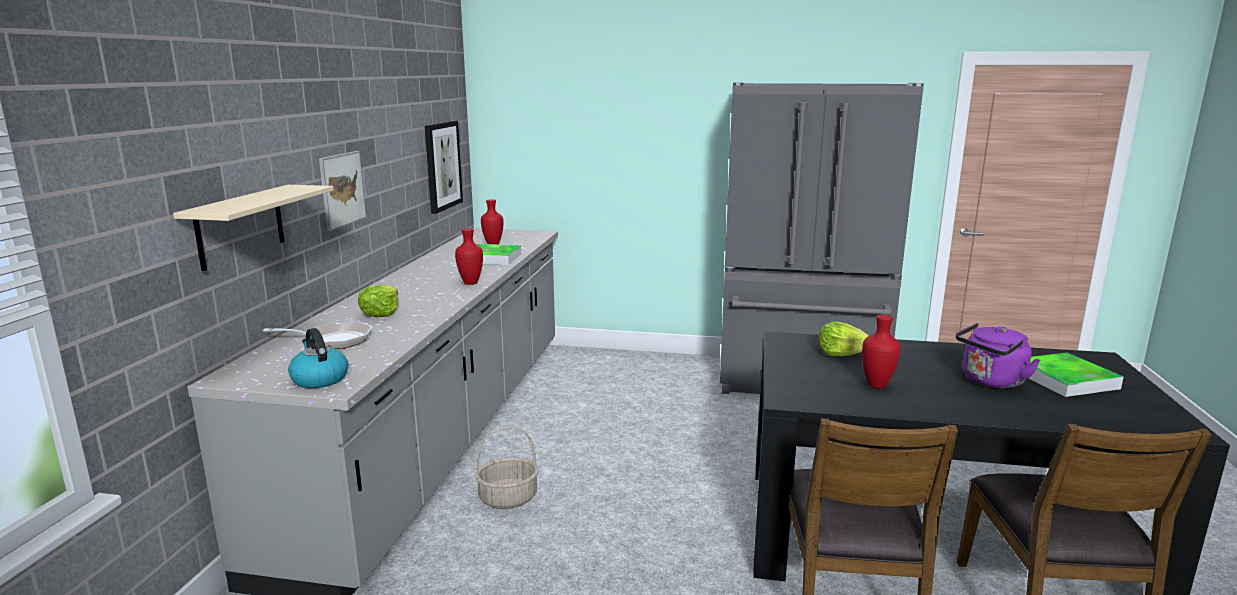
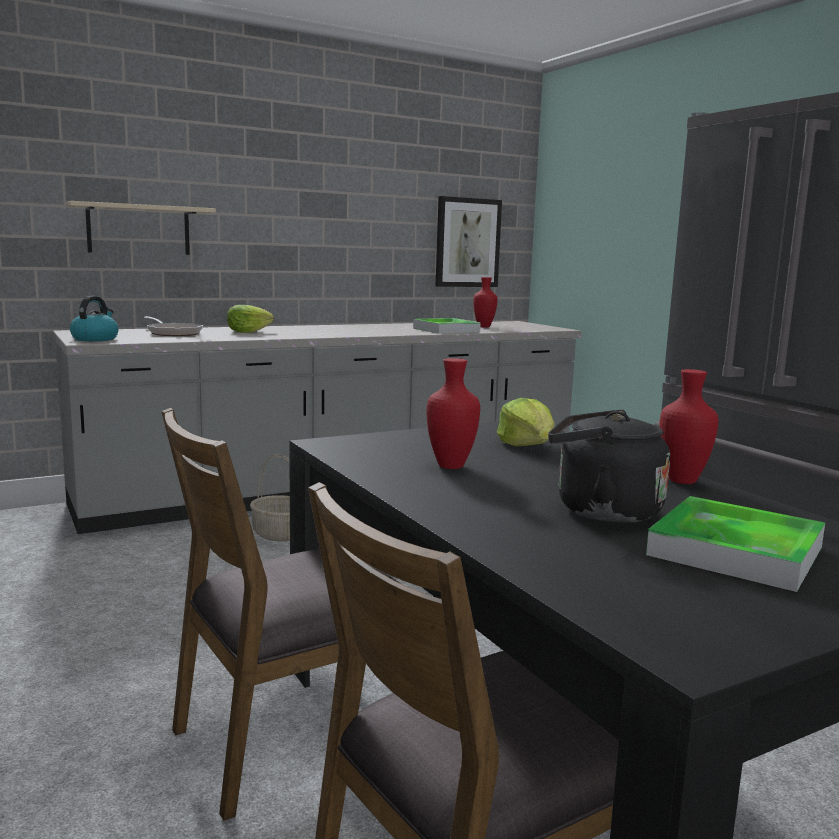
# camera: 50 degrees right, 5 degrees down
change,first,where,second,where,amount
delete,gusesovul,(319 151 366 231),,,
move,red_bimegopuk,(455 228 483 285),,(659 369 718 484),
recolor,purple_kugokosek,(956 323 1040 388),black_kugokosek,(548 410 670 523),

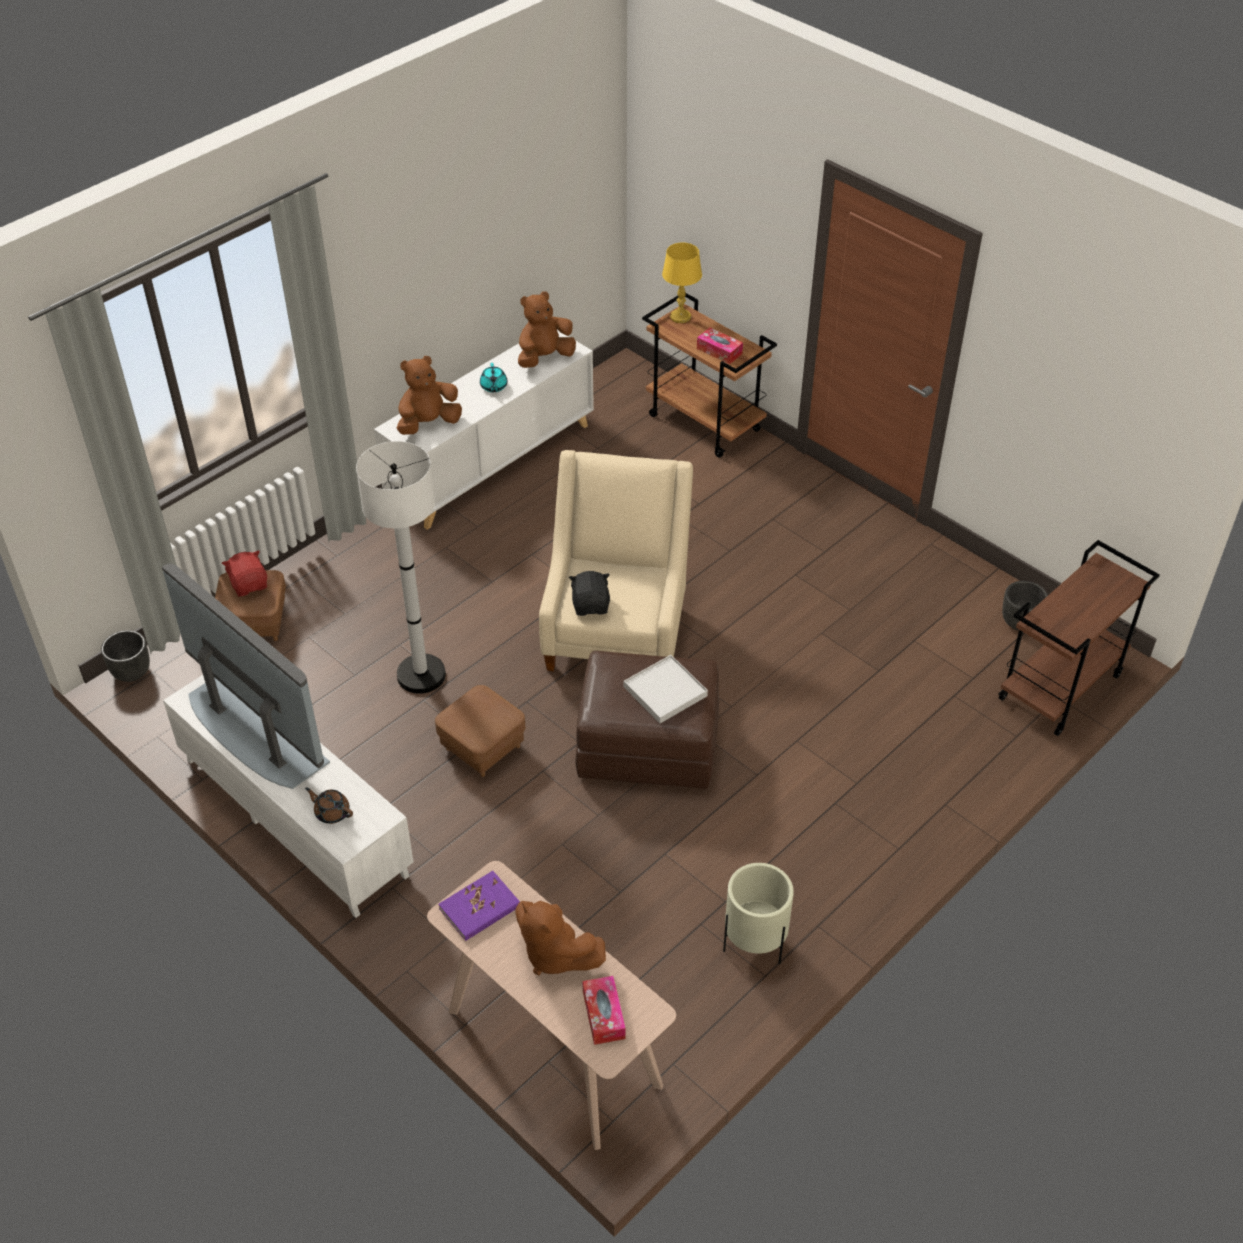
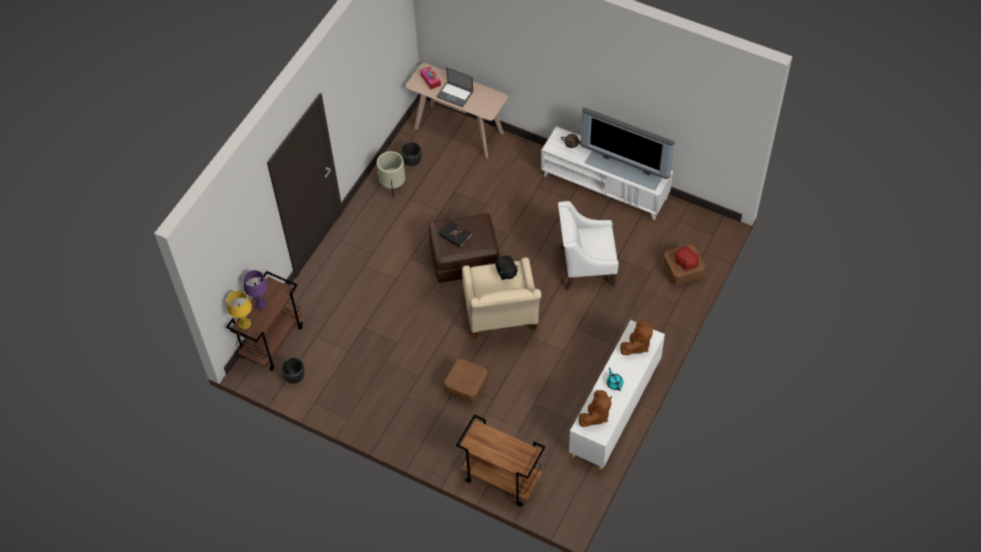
# camera: 165 degrees right, 10 degrees up
change,first,where,second,where,amount
move,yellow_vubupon,(662 243 702 323),,(227 291 252 330),
delete,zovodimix,(697 328 743 364),,,
replace,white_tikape,(356 441 446 694),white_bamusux,(558 201 619 290),
move,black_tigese,(101 630 150 682),,(401 142 421 166),
replace,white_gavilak,(624 655 708 723),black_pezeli,(439 221 472 248),
move,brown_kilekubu,(435 685 525 777),,(444 359 488 404),
delete,purple_pezeli,(438 871 520 941),,,
replace,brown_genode,(515 901 606 975),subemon,(436 67 473 107),
insert,,,purple_vubupon,(244 270 268 309),

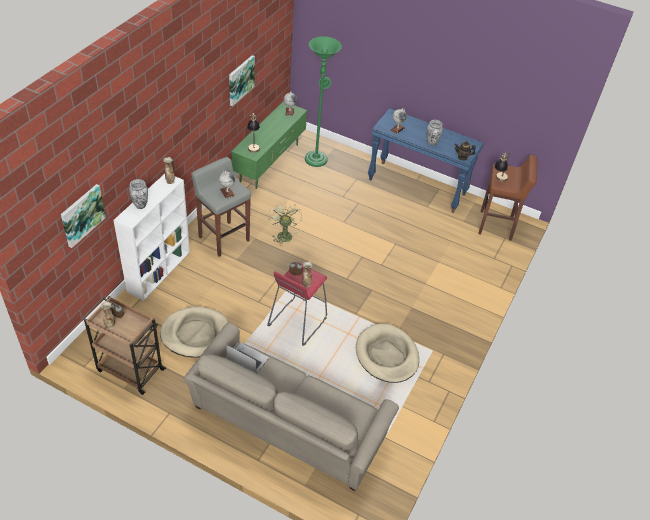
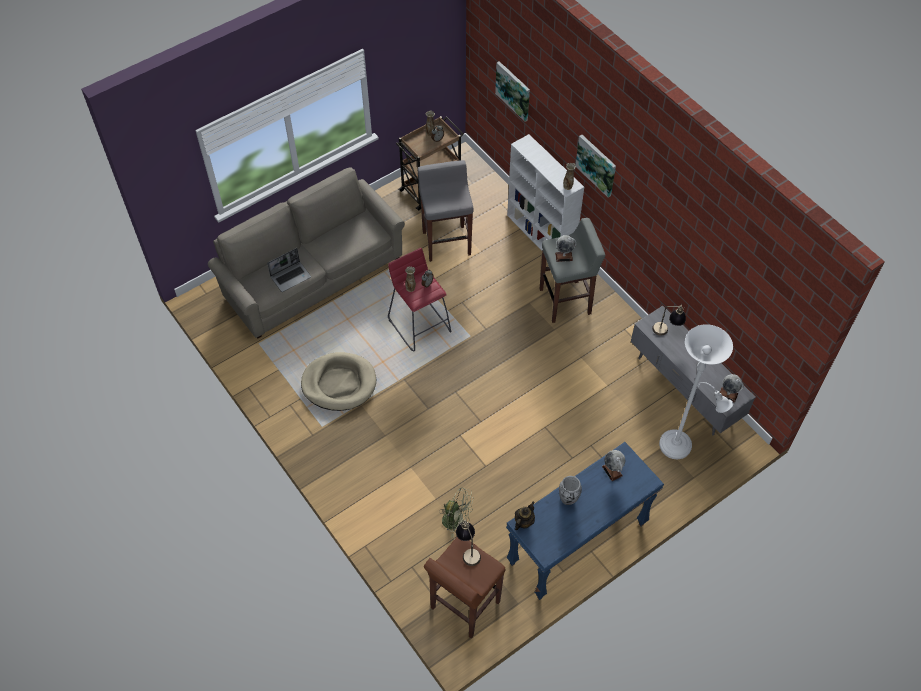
# camera: 120 degrees right, 10 degrees up
change,first,where,second,where,amount
recolor,green_tikape,(305 36 342 167),white_tikape,(659 324 733 459),
move,gusesovul,(229 55 255 106),,(576 135 616 198),
recolor,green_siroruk,(231 101 307 189),grey_siroruk,(631 306 756 435),
delete,bimegopuk,(129 179 148 209),,,
move,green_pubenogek,(269 202 302 245),,(439 488 474 538),
replace,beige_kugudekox,(160 306 229 358),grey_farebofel,(418 160 473 262),
move,subemon,(226 343 269 373),,(267 248 311 292),

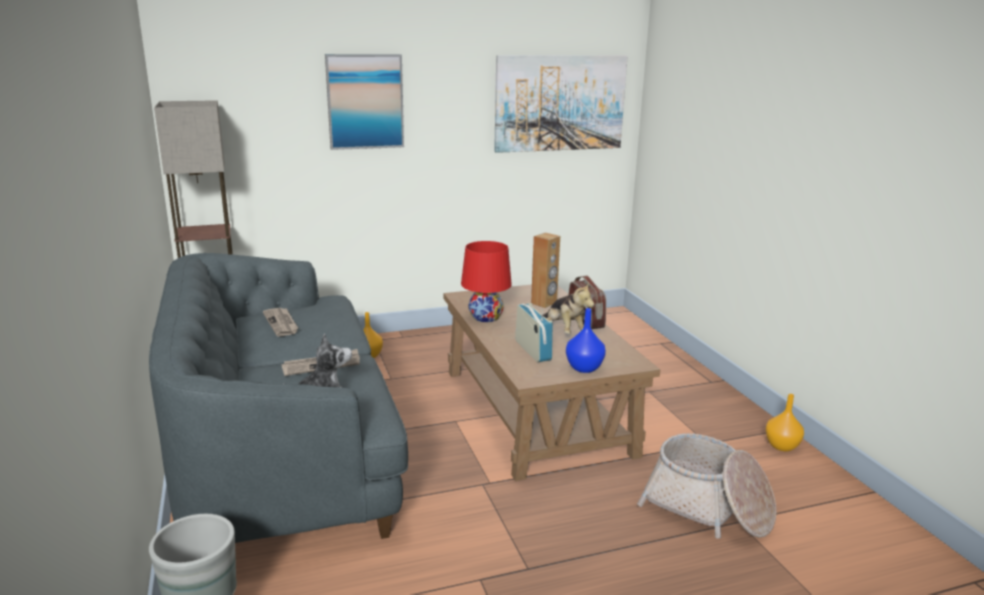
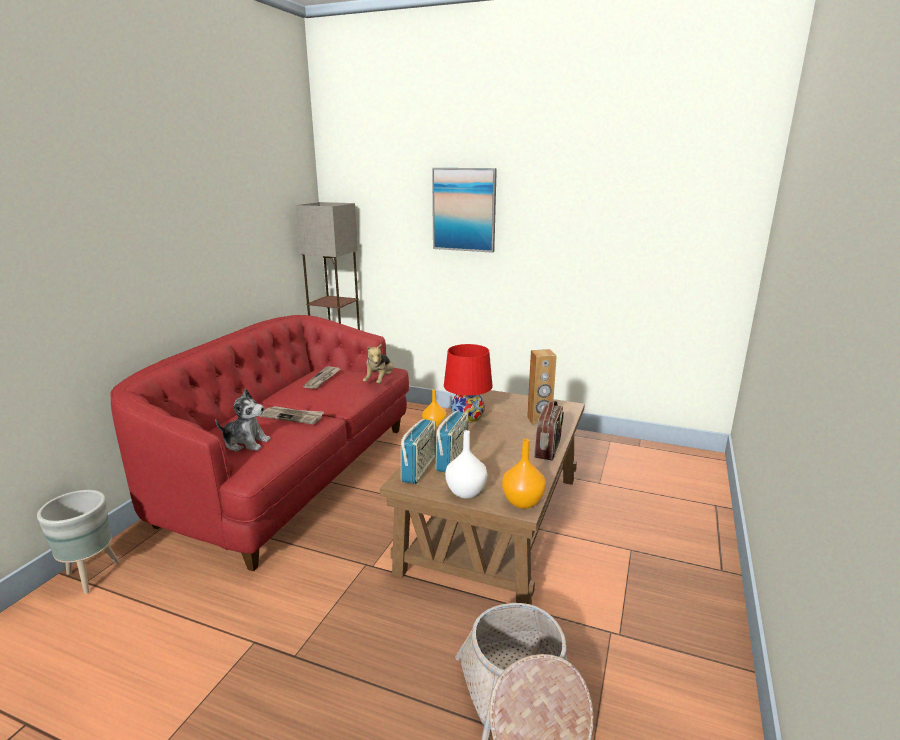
# camera: 40 degrees right, 0 degrees up
change,first,where,second,where,amount
delete,gusesovul,(494 55 628 153),,,
recolor,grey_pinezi,(149 253 408 543),red_pinezi,(111 315 409 572),
move,genode,(543 283 595 334),,(363 343 393 384),
recolor,blue_bimegopuk,(566 308 606 373),white_bimegopuk,(445 430 487 498),
move,orange_bimegopuk,(765 394 804 451),,(502 439 546 509),
insert,,,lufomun,(401 419 436 484),

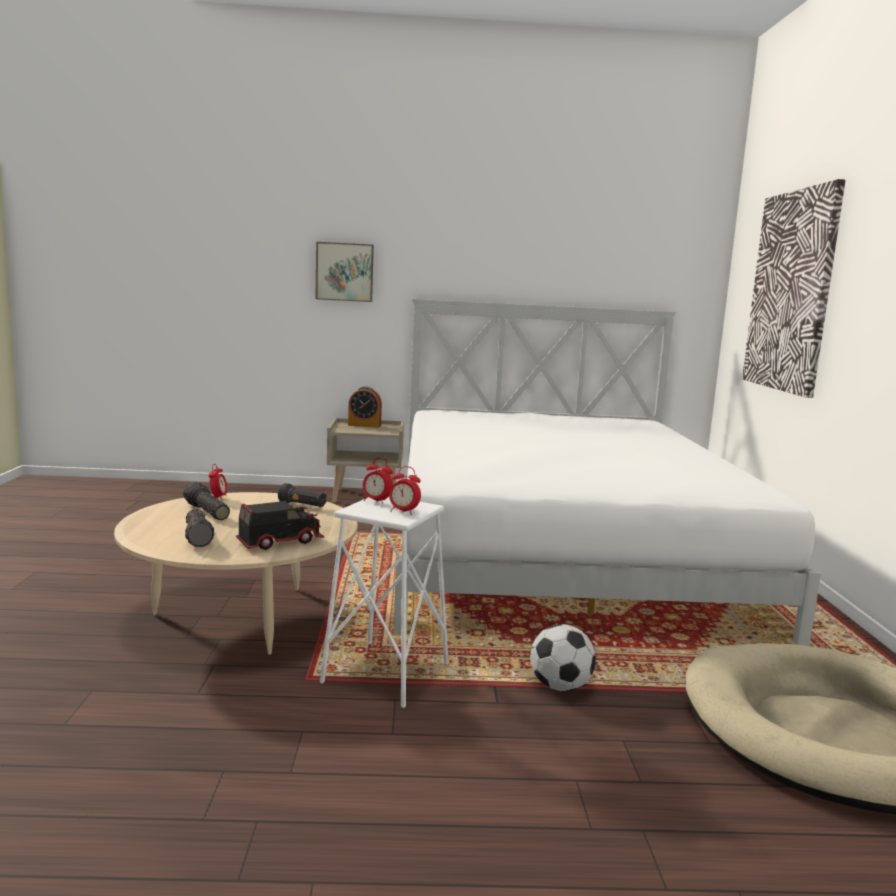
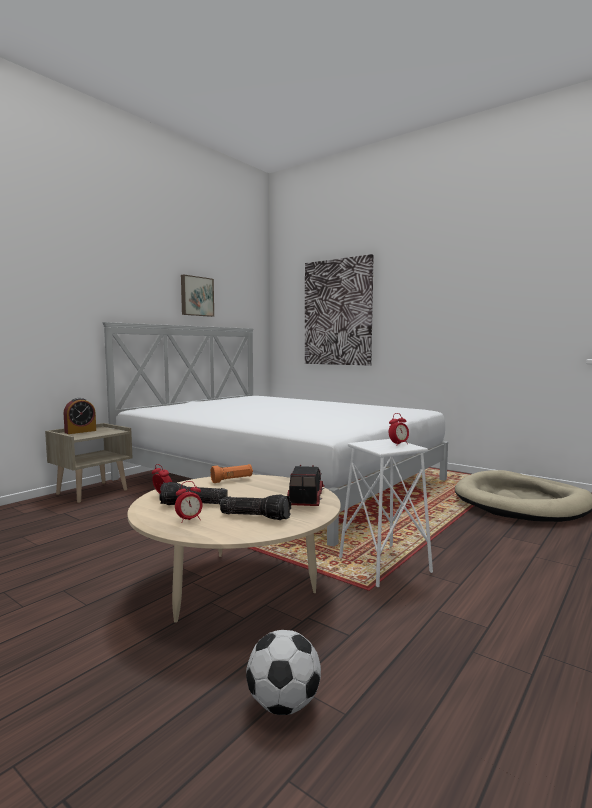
# camera: 50 degrees left, 5 degrees down
change,first,where,second,where,amount
move,gusesovul,(316 242 374 302),,(181 275 214 317),
move,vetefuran,(363 458 393 504),,(175 481 202 523),
recolor,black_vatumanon,(278 483 326 507),orange_vatumanon,(210 464 253 483),
move,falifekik,(530 624 596 691),,(246 630 321 715),

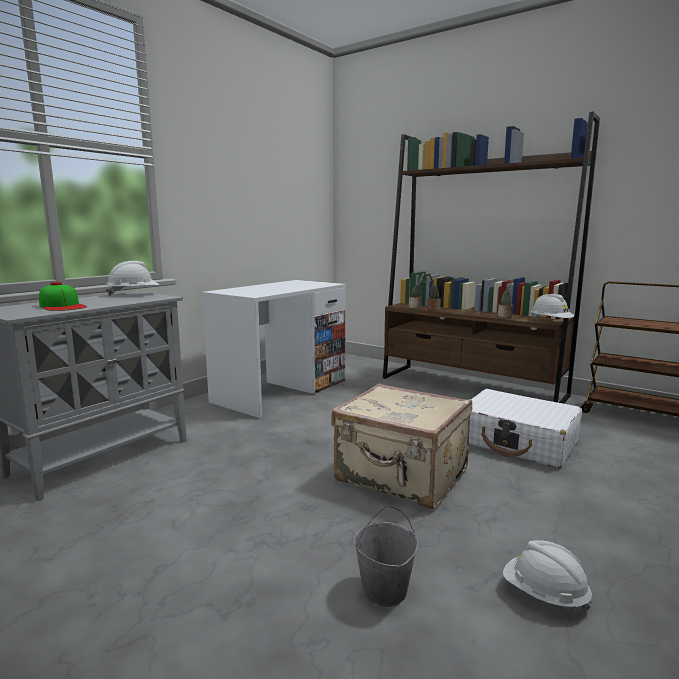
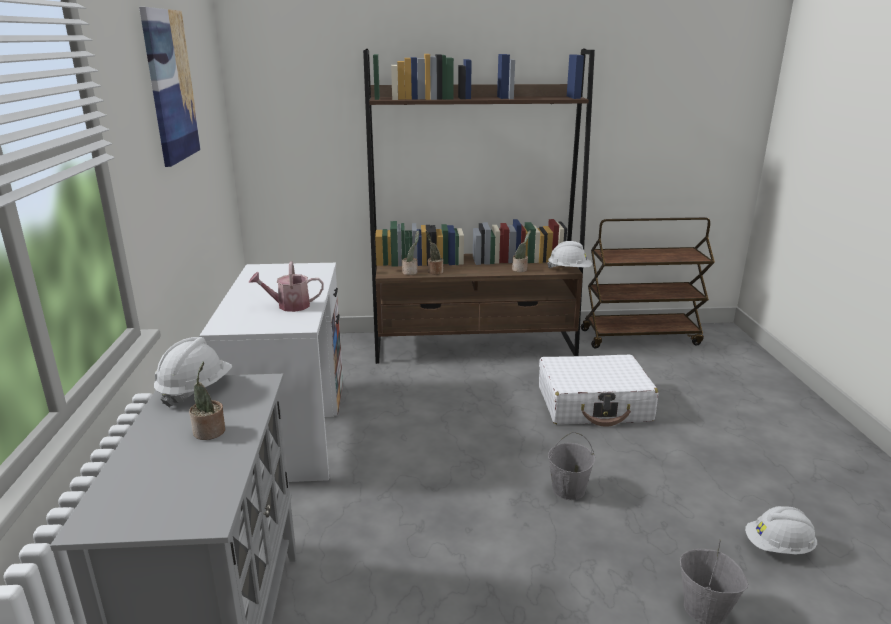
# camera: 40 degrees left, 10 degrees up
change,first,where,second,where,amount
delete,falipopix,(39 282 87 311),,,
replace,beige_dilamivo,(331 384 472 509),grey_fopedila,(548 432 595 500),
insert,,,gusesovul,(139 7 201 167),
insert,,,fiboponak,(248 261 324 312),
insert,,,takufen,(189 361 225 440),

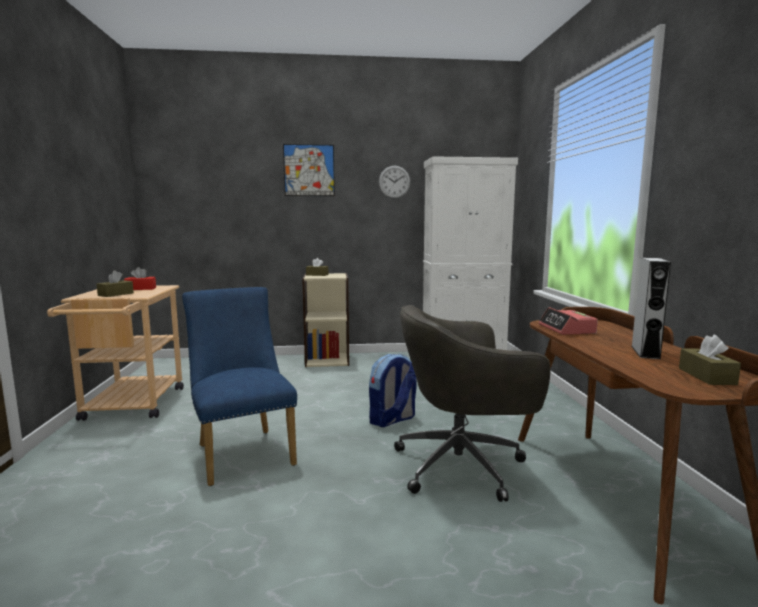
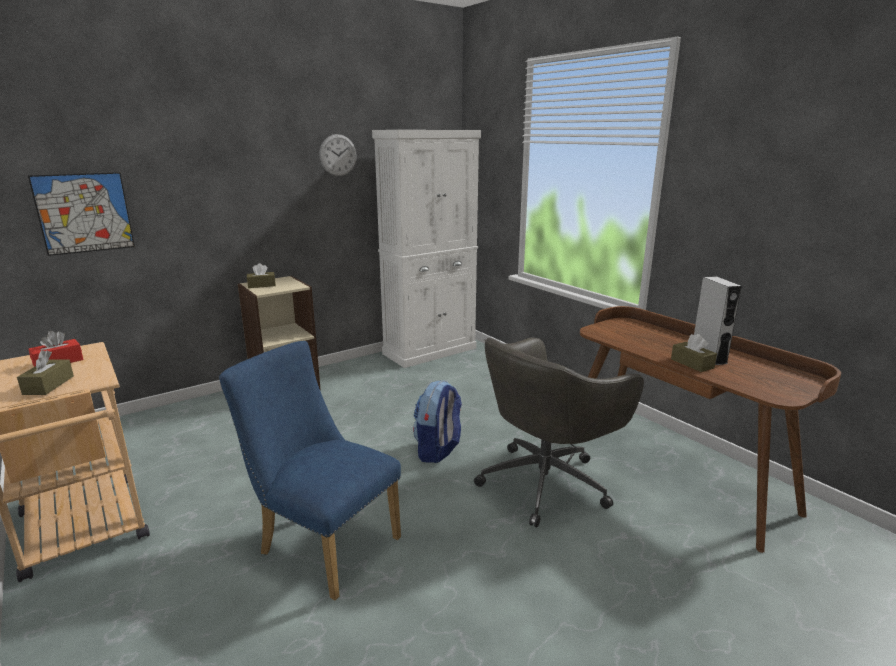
# camera: 30 degrees left, 10 degrees up
change,first,where,second,where,amount
move,gusesovul,(283 144 335 196),,(28 172 135 256),
delete,vetefuran,(539 307 598 335),,,
move,brown_zovodimix,(679 334 741 385),,(671 334 717 372),

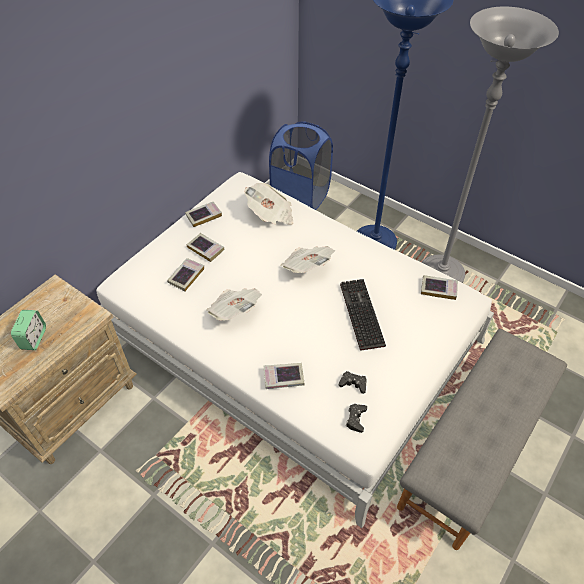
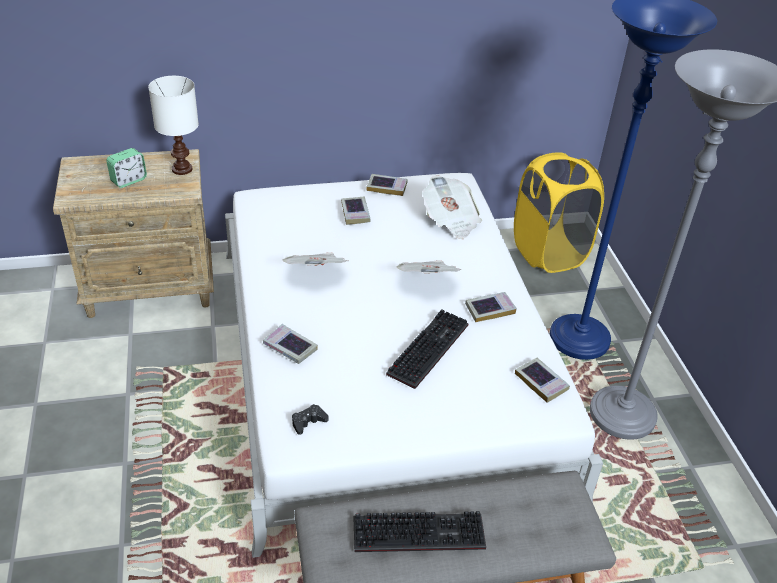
# camera: 40 degrees right, 10 degrees down
change,first,where,second,where,amount
recolor,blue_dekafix,(269 121 333 210),yellow_dekafix,(514 152 604 273),
move,pezeli,(167 258 204 291),,(465 292 517 322),
delete,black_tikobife,(339 371 367 394),,,
insert,,,white_vubupon,(148 76 199 175),
insert,,,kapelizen,(354 511 486 552),

